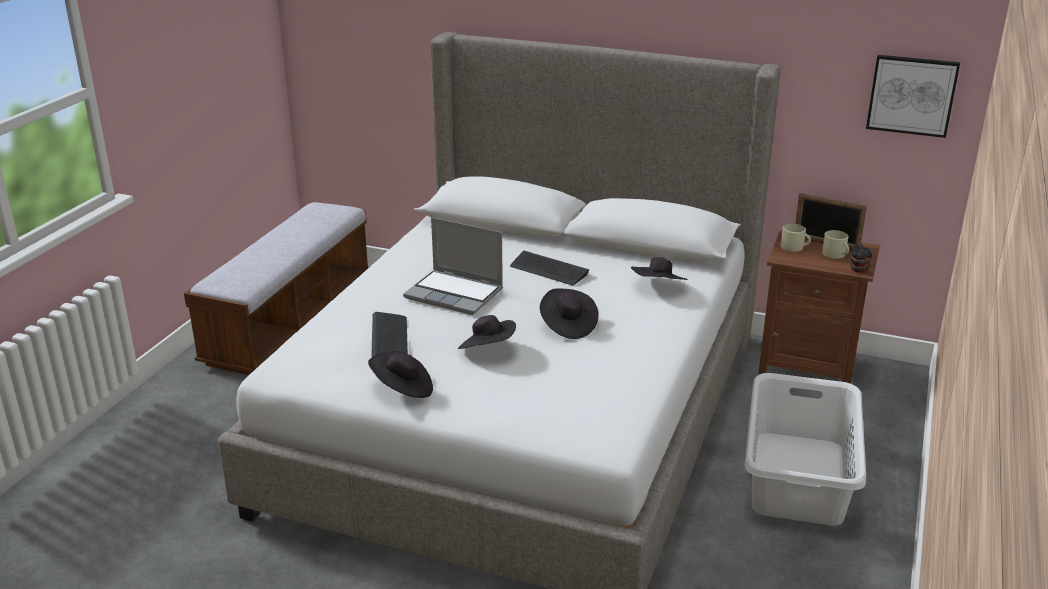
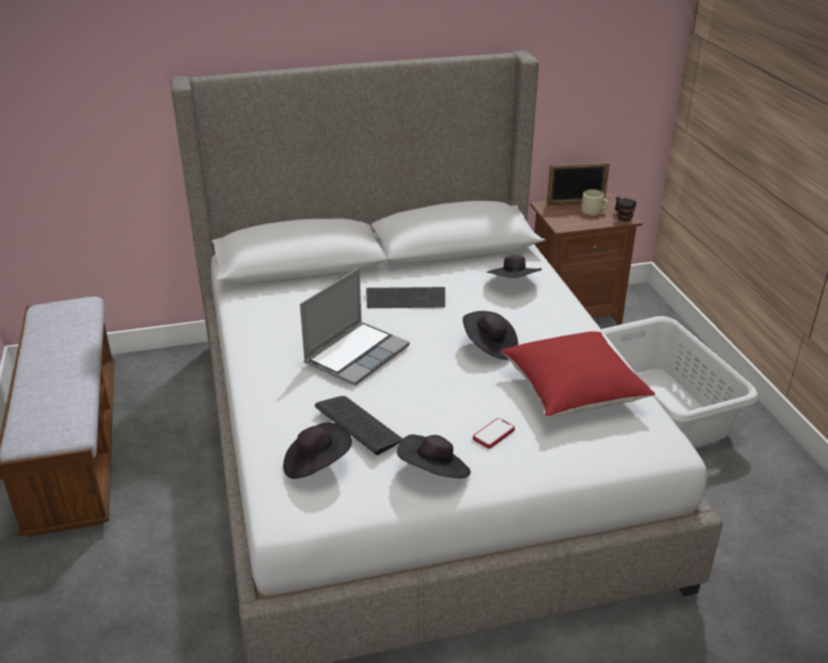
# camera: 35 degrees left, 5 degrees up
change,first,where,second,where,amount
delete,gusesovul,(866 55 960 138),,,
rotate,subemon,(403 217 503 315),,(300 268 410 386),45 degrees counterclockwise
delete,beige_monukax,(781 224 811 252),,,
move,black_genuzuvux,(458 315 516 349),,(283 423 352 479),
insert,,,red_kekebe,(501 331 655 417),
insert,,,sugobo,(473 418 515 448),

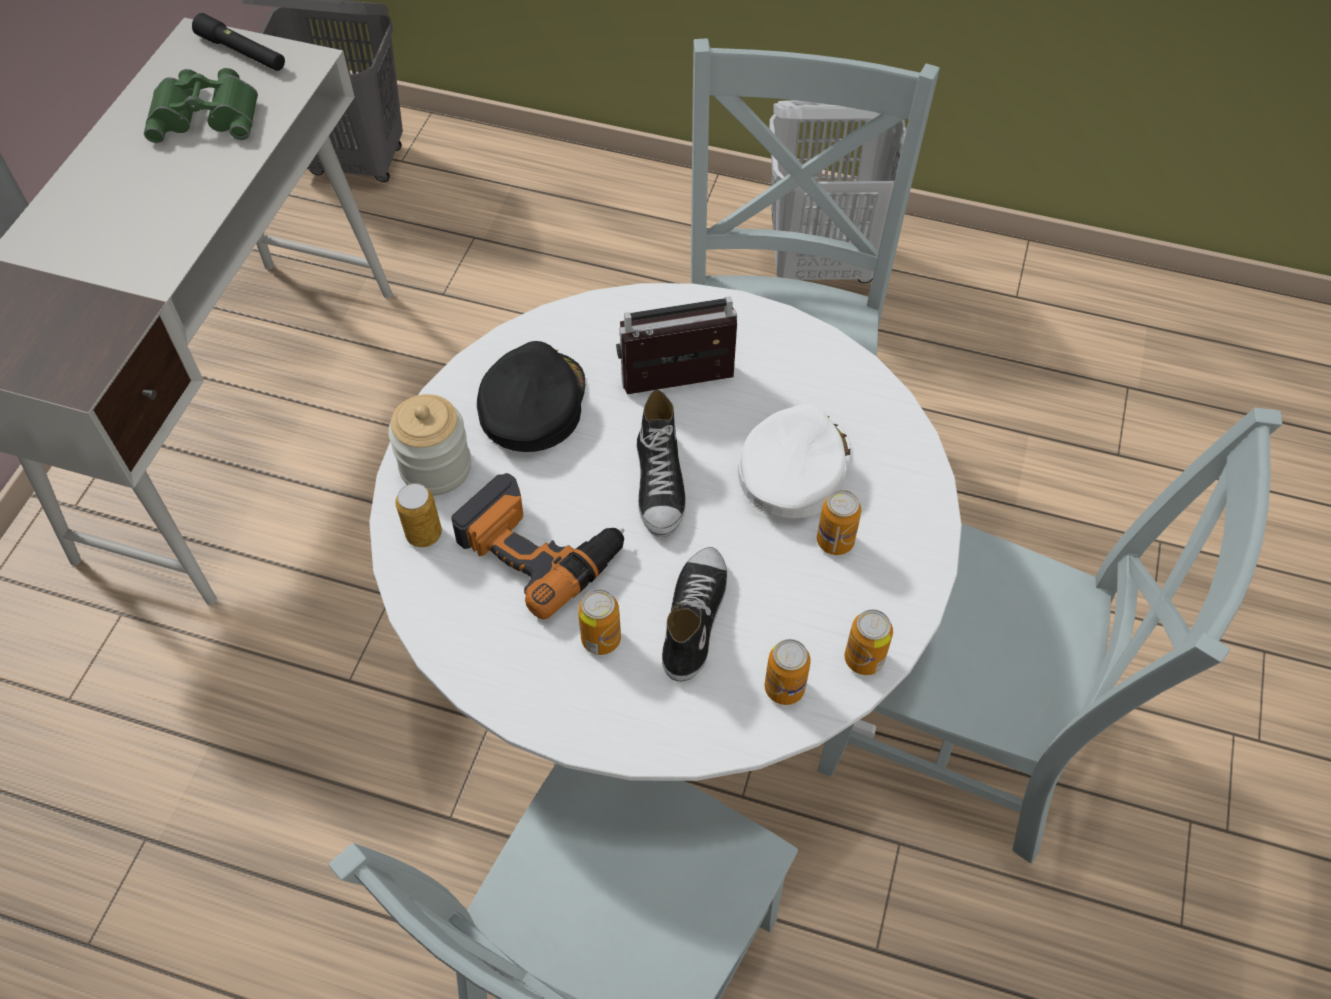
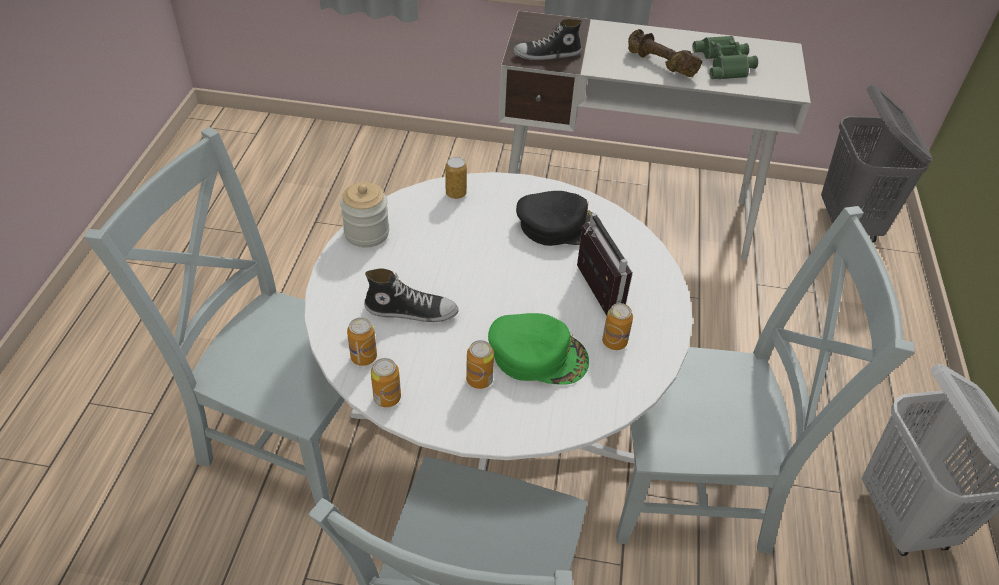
# camera: 80 degrees right, 10 degrees down
change,first,where,second,where,amount
delete,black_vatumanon,(192 13 285 71),,,
move,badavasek,(637 390 686 537),,(513 19 582 60),
move,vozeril,(388 394 471 496),,(340 182 389 247),
recolor,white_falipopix,(738 404 851 518),green_falipopix,(488 313 589 385),
delete,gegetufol,(451 473 625 619),,,
move,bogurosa,(578 589 621 655),,(602 303 633 350),
insert,,,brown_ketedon,(628 29 702 77),

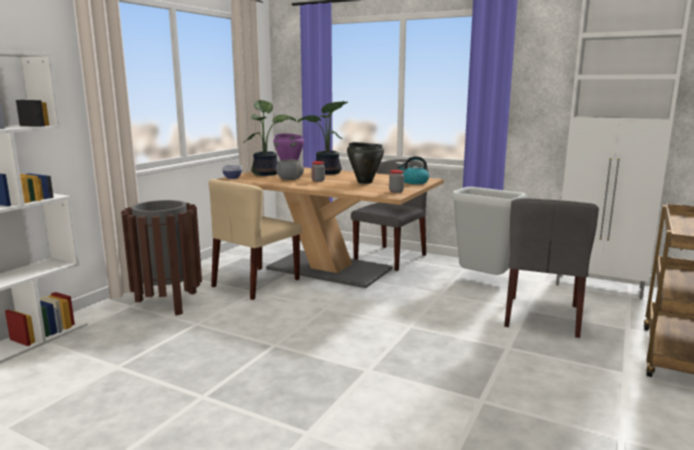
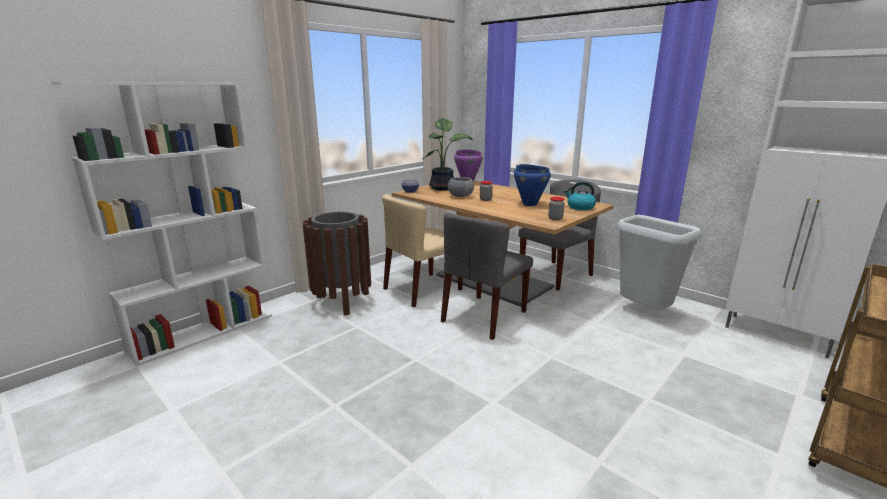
# camera: 15 degrees right, 5 degrees up
change,first,where,second,where,amount
delete,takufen,(298 101 348 175),,,
recolor,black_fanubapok,(347 142 384 184),blue_fanubapok,(514 164 551 206),
move,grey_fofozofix,(504 198 599 338),,(441 212 533 340),

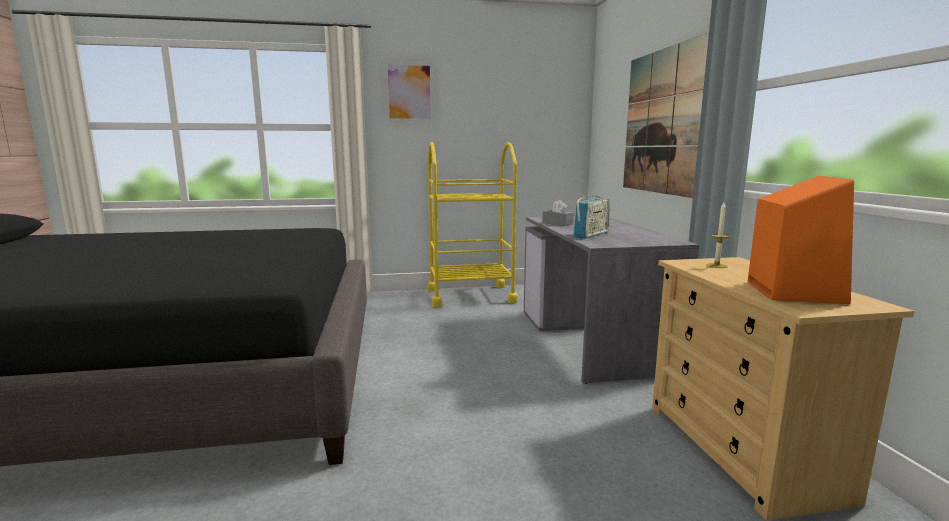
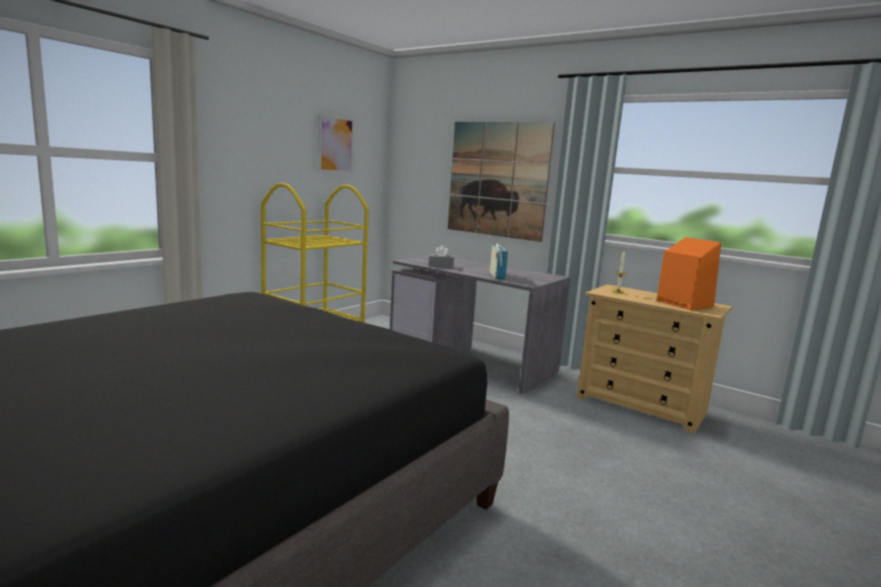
# camera: 45 degrees left, 0 degrees up
change,first,where,second,where,amount
move,gusesovul,(385 62 433 122),,(318 113 354 174),

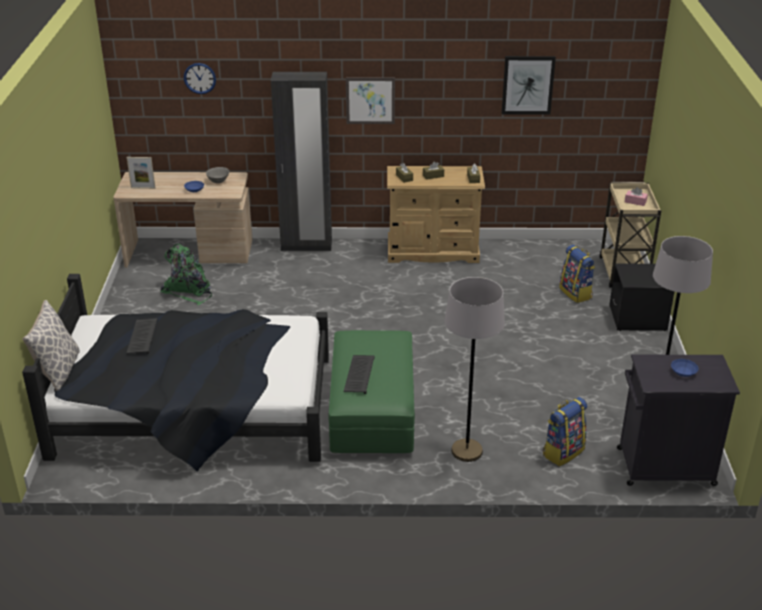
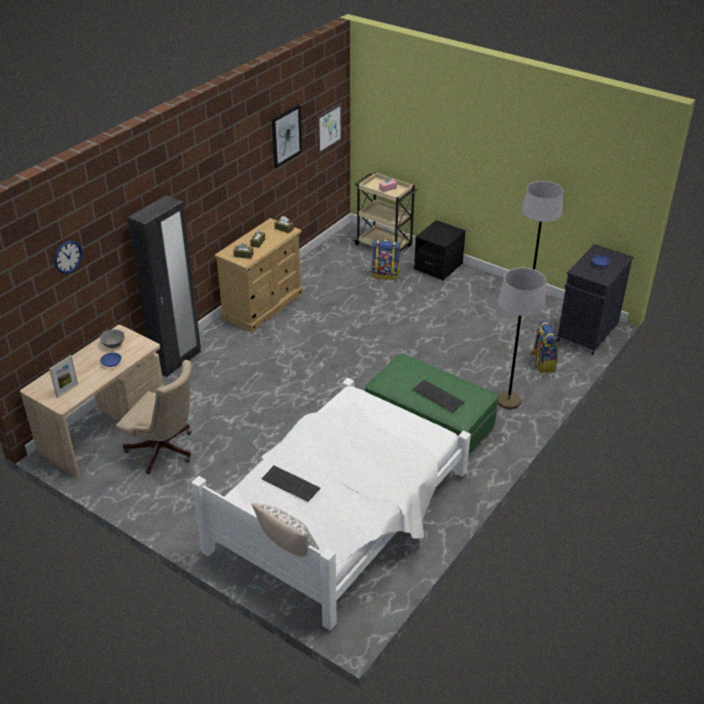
# camera: 55 degrees left, 5 degrees up
change,first,where,second,where,amount
move,gusesovul,(346 78 395 124),,(317 103 342 154),
replace,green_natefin,(160 244 212 305),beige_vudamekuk,(116 360 191 474),
recolor,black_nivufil,(22 274 329 472),white_nivufil,(191 378 471 630),

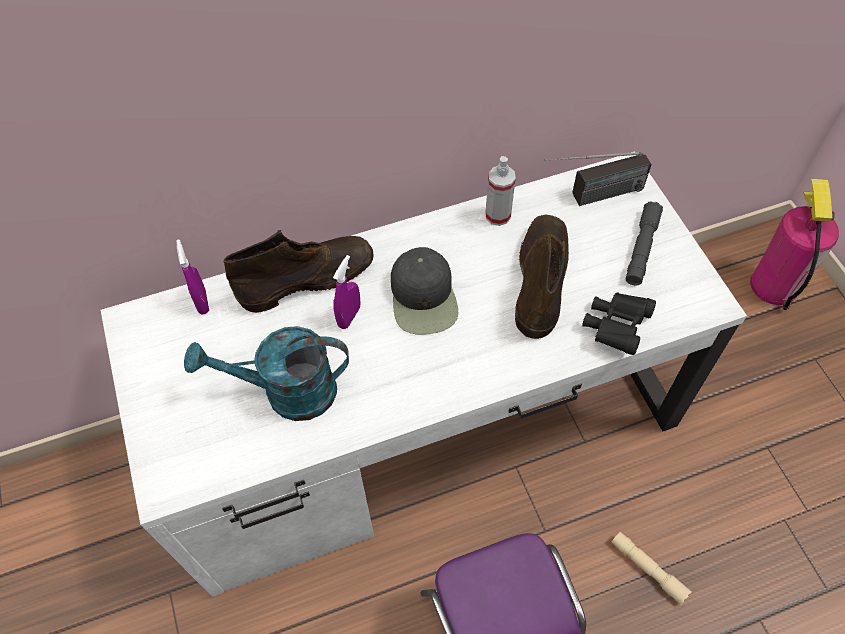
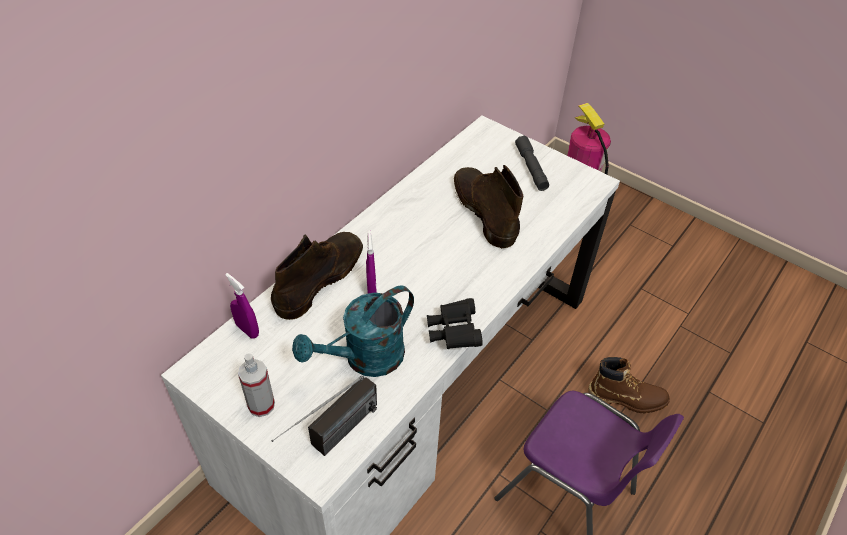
# camera: 35 degrees left, 10 degrees down
change,first,where,second,where,amount
move,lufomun,(544 152 652 206),,(271 376 377 456),
move,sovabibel,(485 156 516 226),,(238 353 275 417),
delete,black_falipopix,(391 247 459 335),,,
move,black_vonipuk,(582 292 656 355),,(427 298 483 349),
replace,beige_vatumanon,(611 532 692 605),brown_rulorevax,(588 357 670 413),

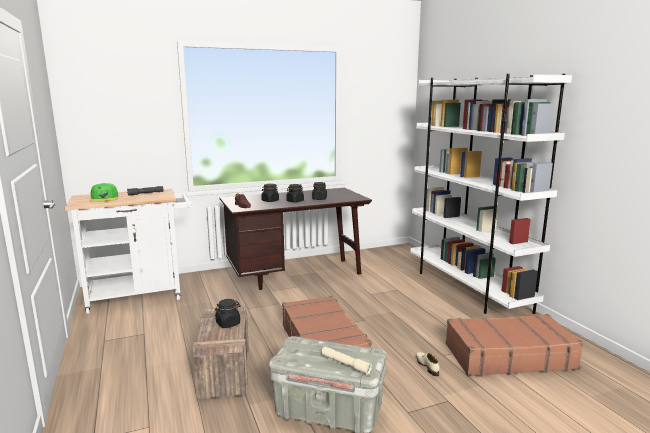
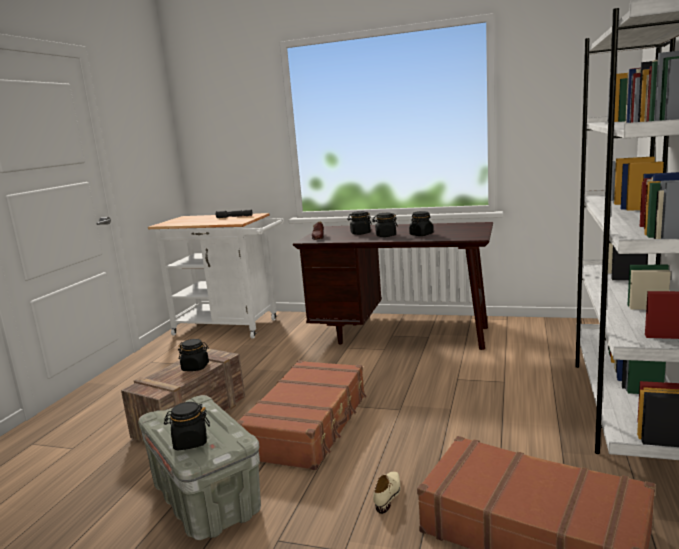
# camera: 40 degrees right, 0 degrees up
change,first,where,second,where,amount
delete,green_falipopix,(90 183 118 202),,,
replace,beige_vatumanon,(321 347 372 375),black_vozeril,(164 402 210 450),

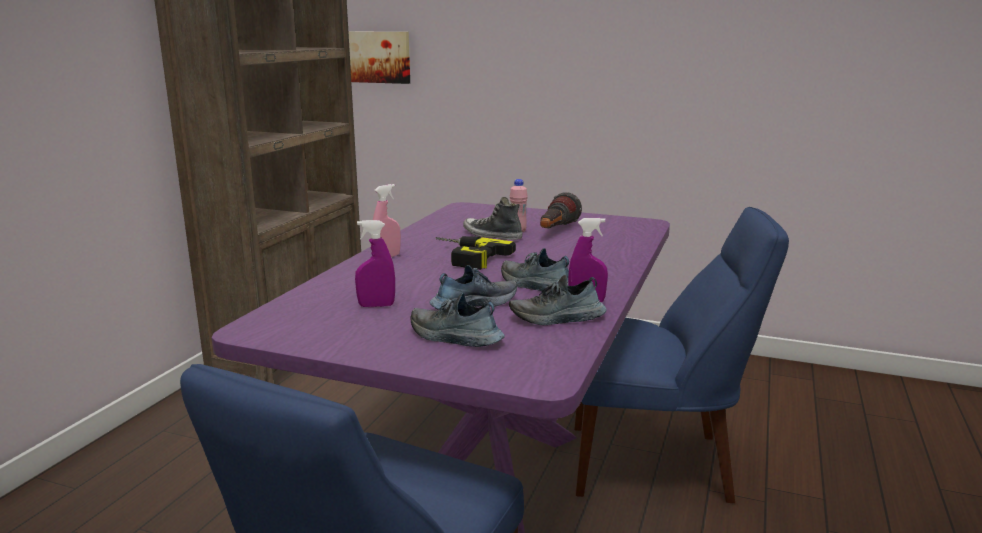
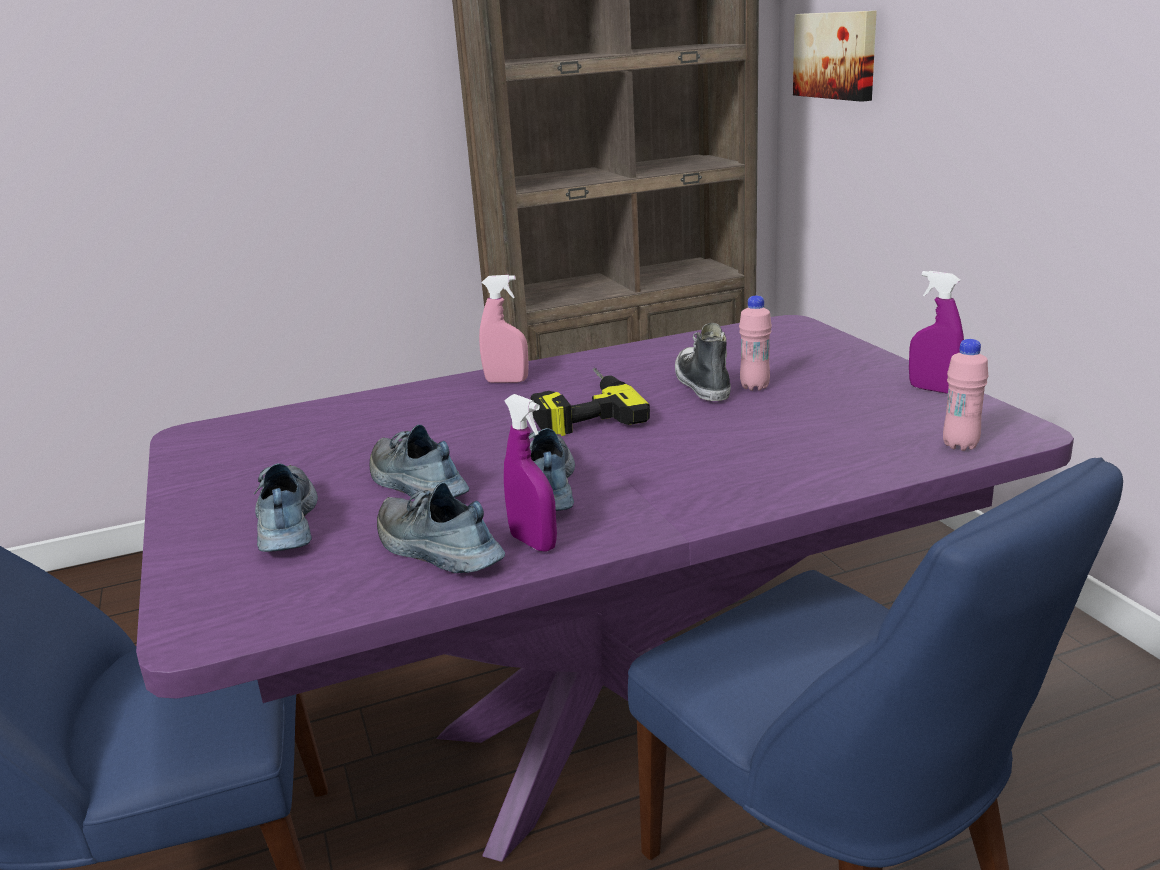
# camera: 50 degrees right, 5 degrees up
change,first,where,second,where,amount
delete,vatumanon,(540 192 582 228),,,
move,purple_sovabibel,(355 220 395 307),,(909 271 964 394),
rotate,badavasek,(429 265 517 310),,(370 425 469 499),150 degrees counterclockwise
insert,,,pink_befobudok,(943 339 988 451),

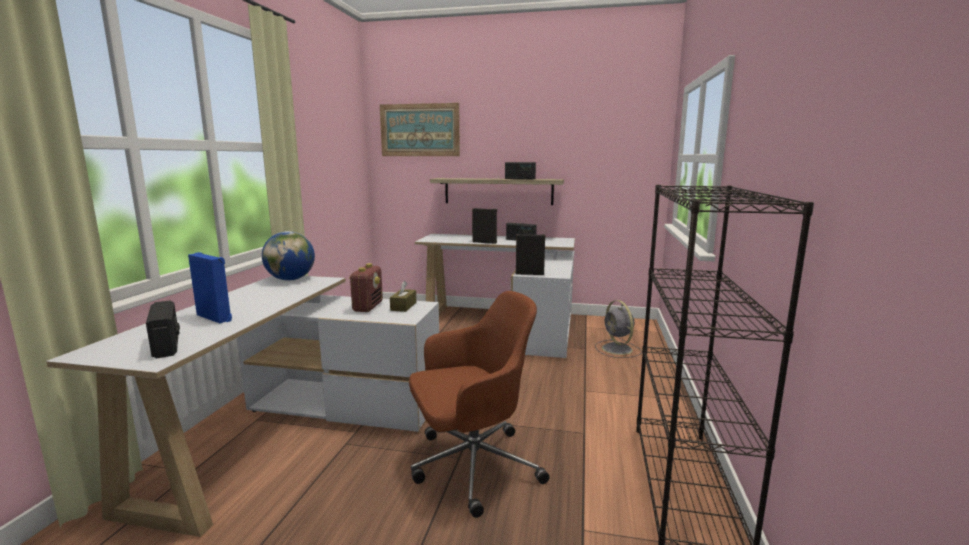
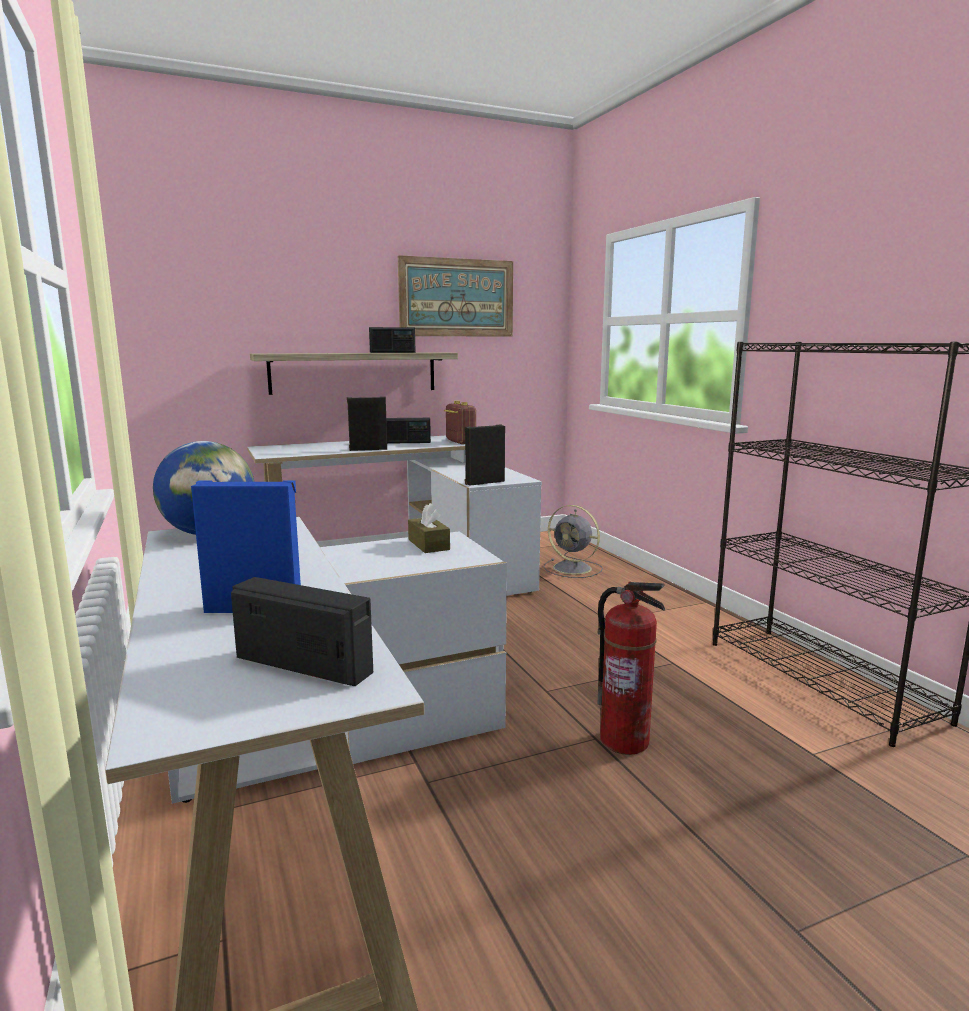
# camera: 35 degrees left, 0 degrees up
change,first,where,second,where,amount
move,gusesovul,(380 103 460 156),,(398 255 513 337),
move,lufomun,(349 263 383 312),,(444 401 476 444),
replace,brown_vudamekuk,(409 291 549 518),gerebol,(597 581 665 755),

